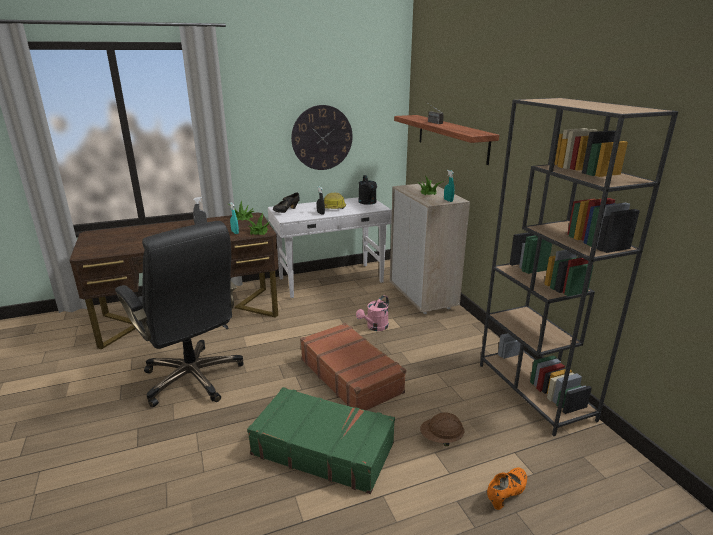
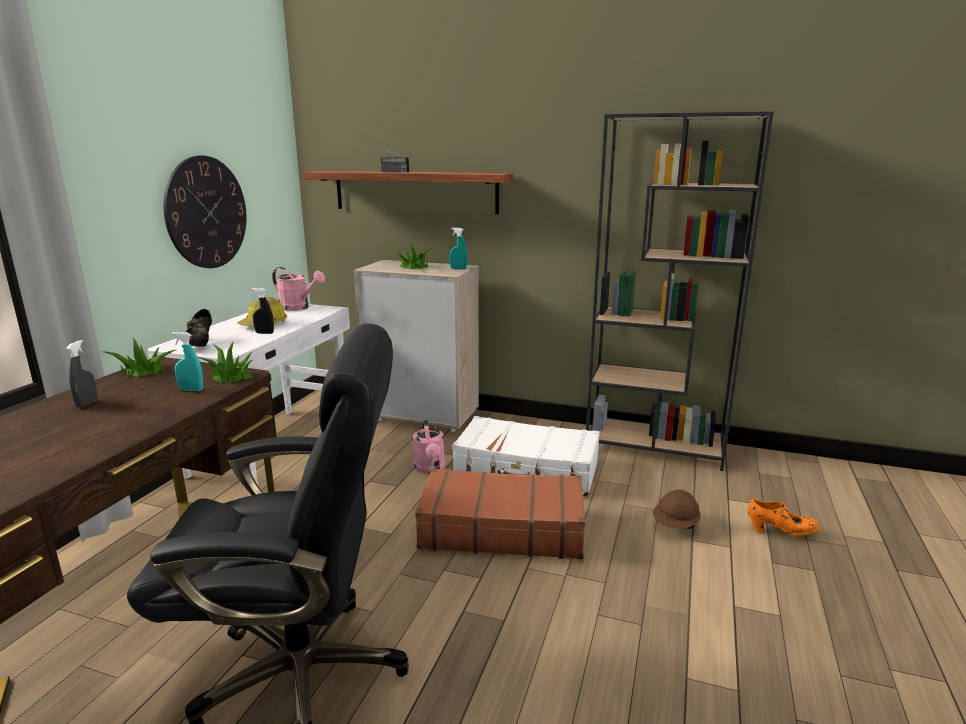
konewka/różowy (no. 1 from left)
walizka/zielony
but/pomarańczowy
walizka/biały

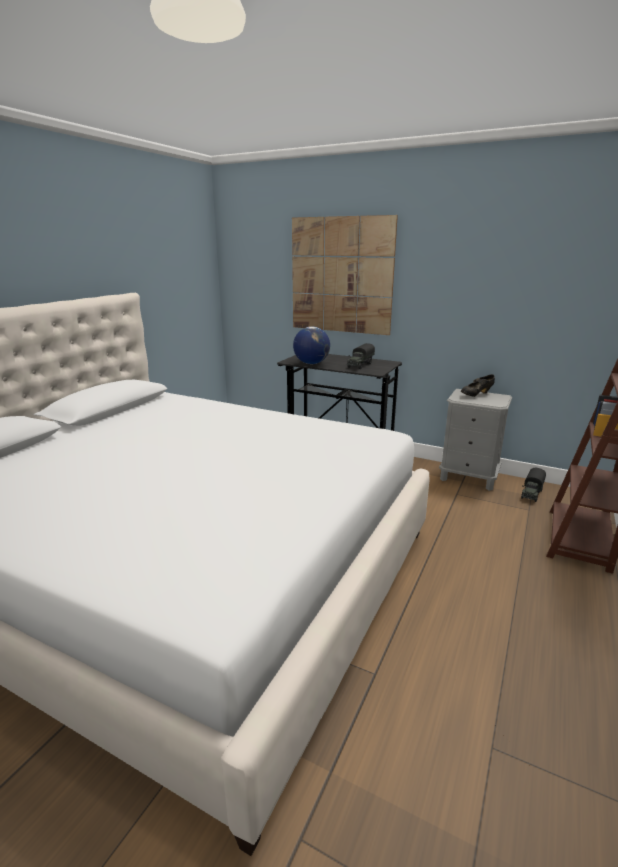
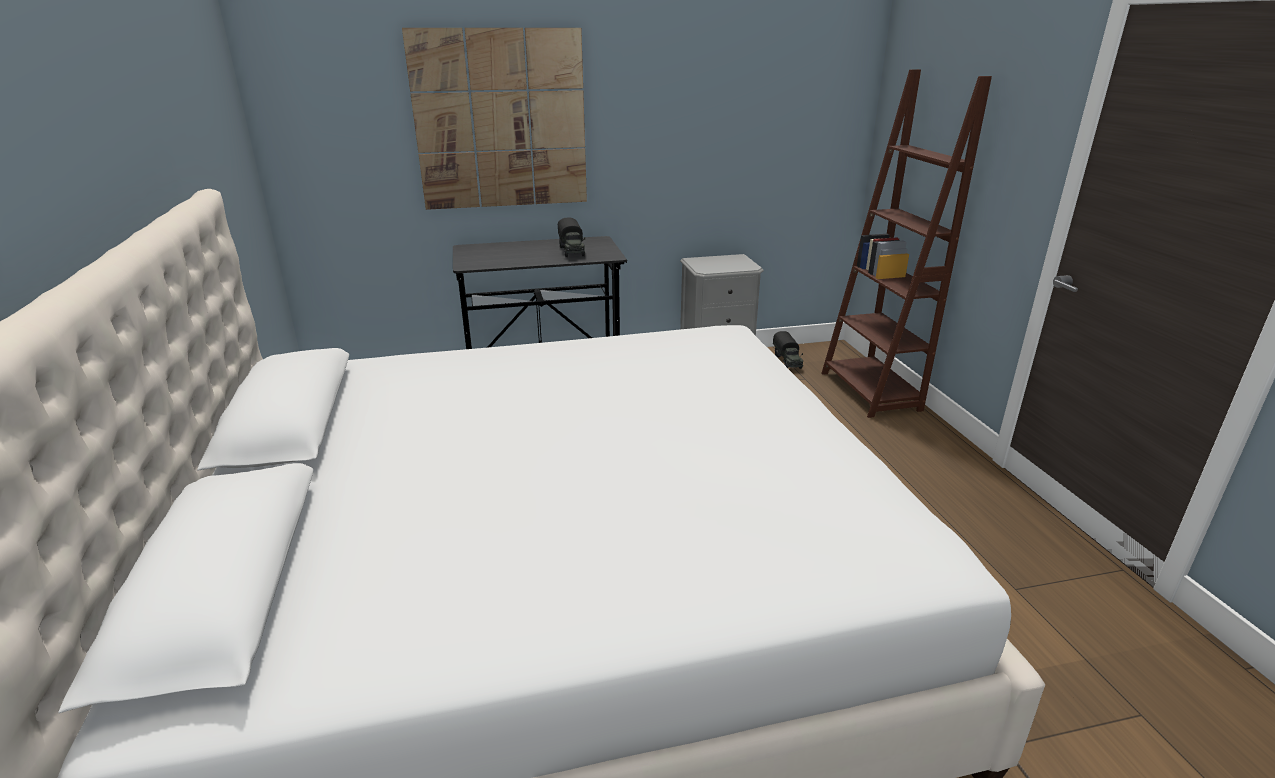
globus
but/czarny

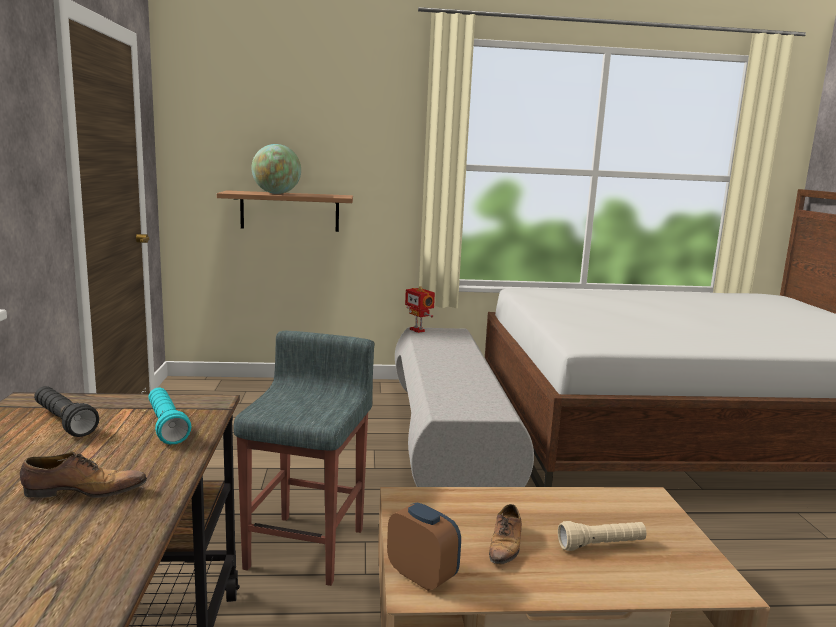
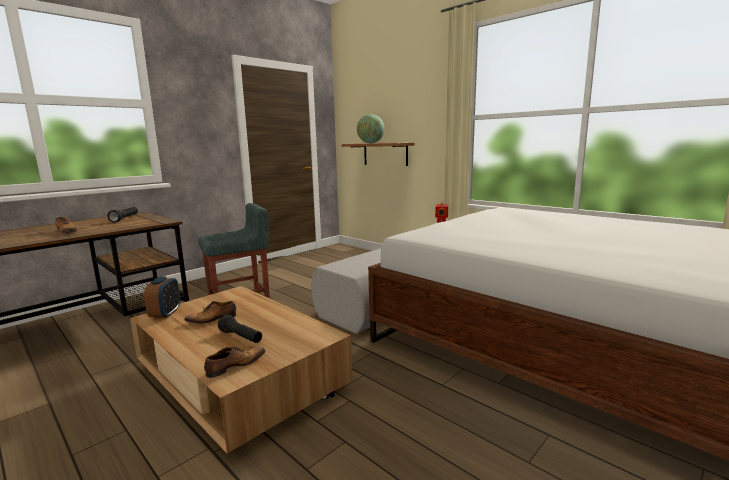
latarka/turkusowy
latarka/czarny (no. 2 from left)
but (no. 3 from left)

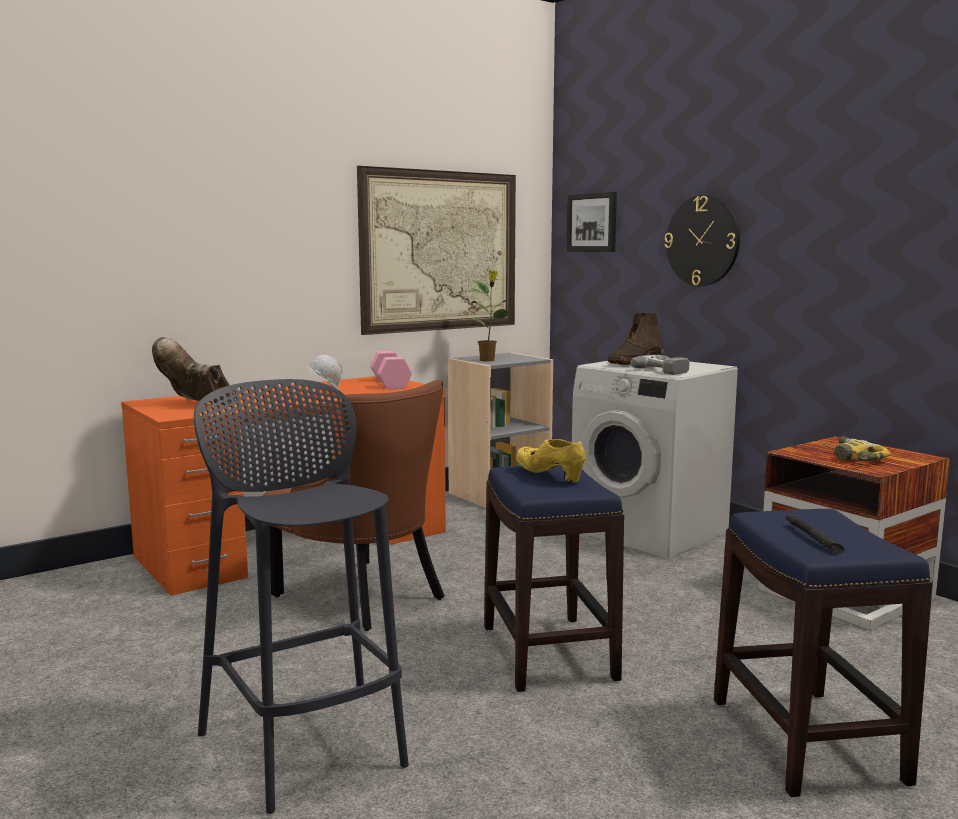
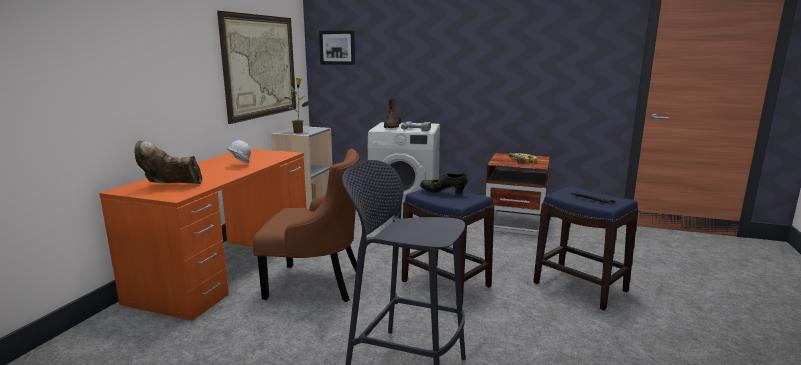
zegar ścienny
hantel/różowy
but/czarny

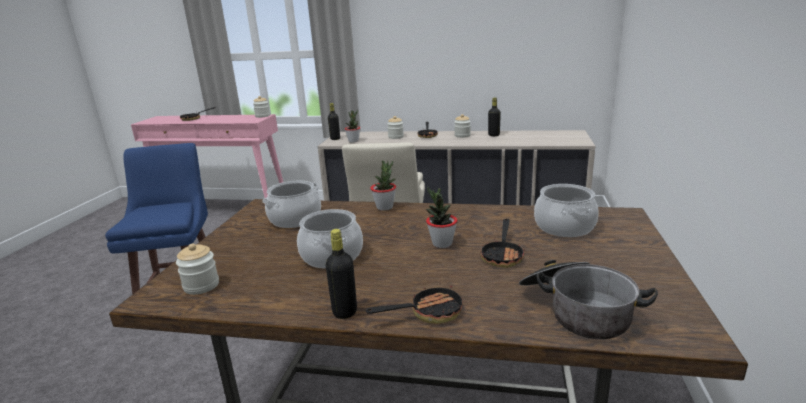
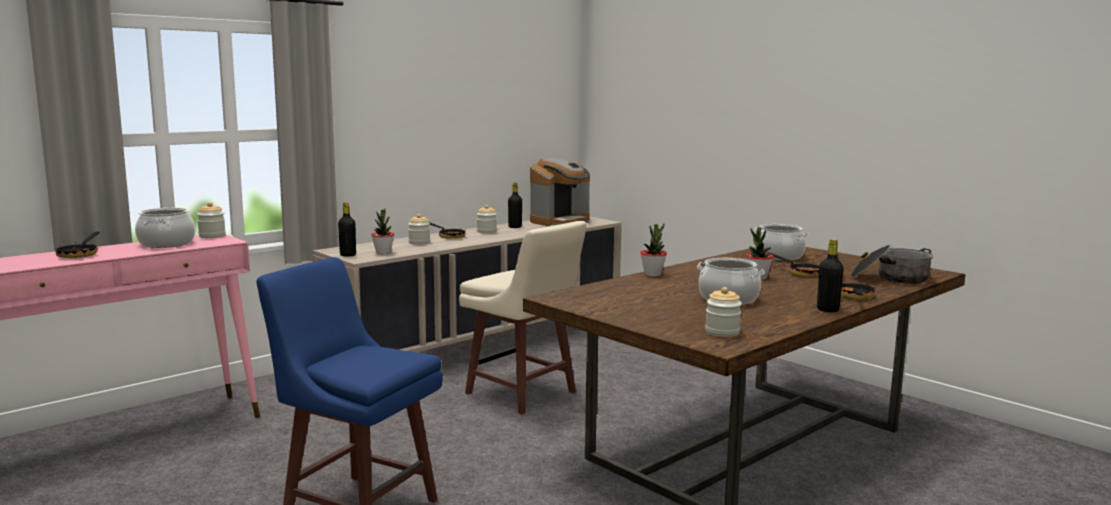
garnek (no. 1 from left)
ekspres do kawy

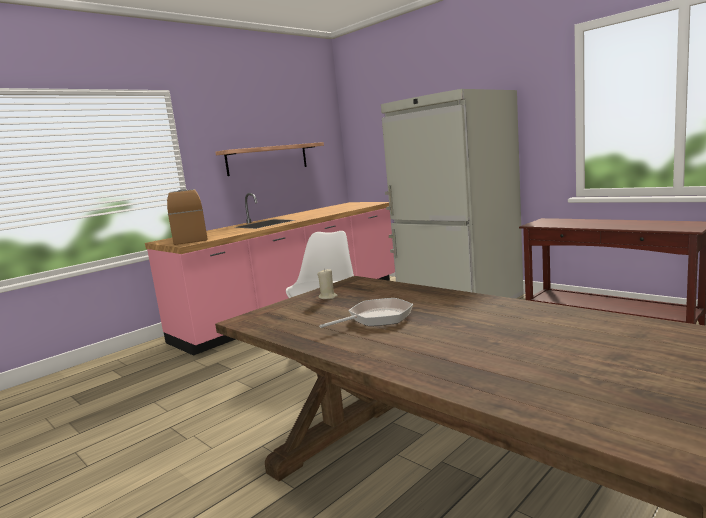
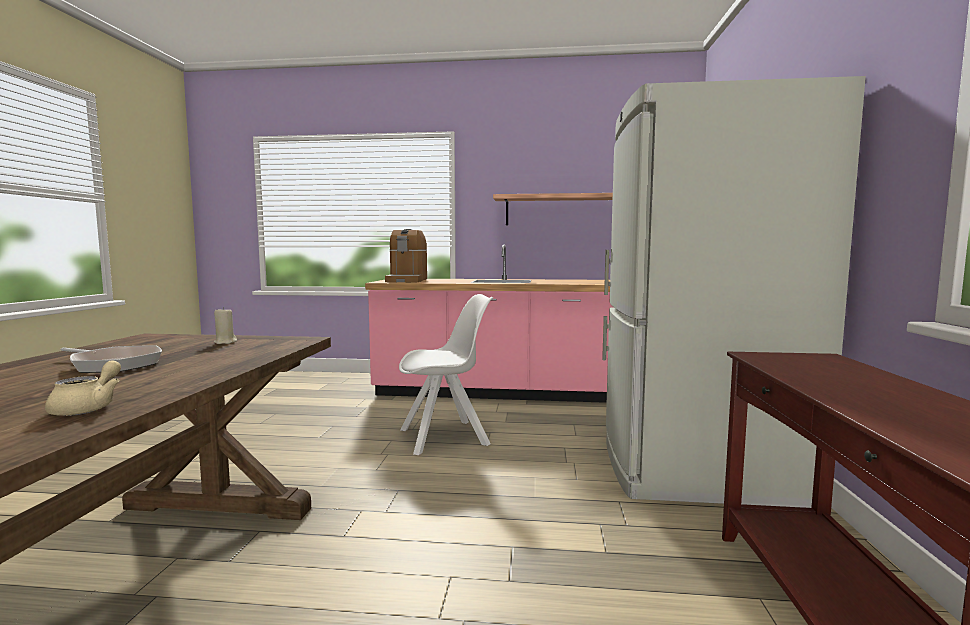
ekspres do kawy
imbryk/beżowy

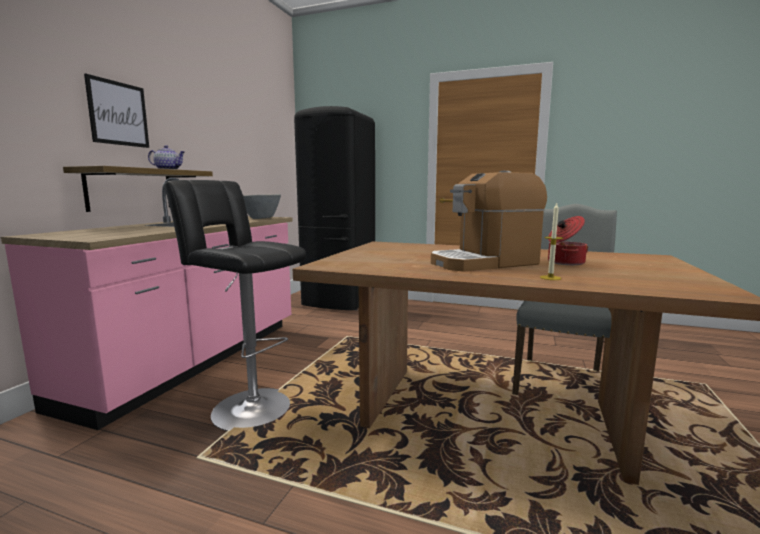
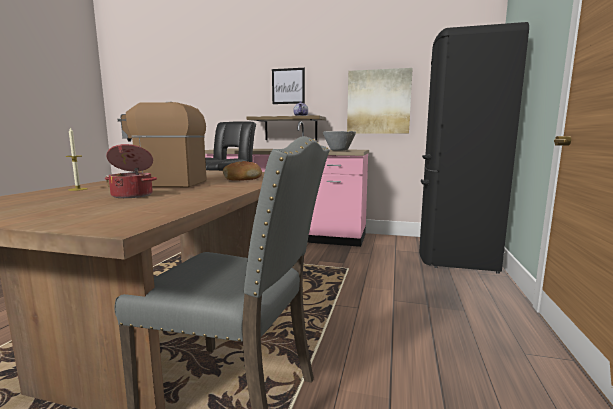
ekspres do kawy
obraz (no. 2 from left)
chleb

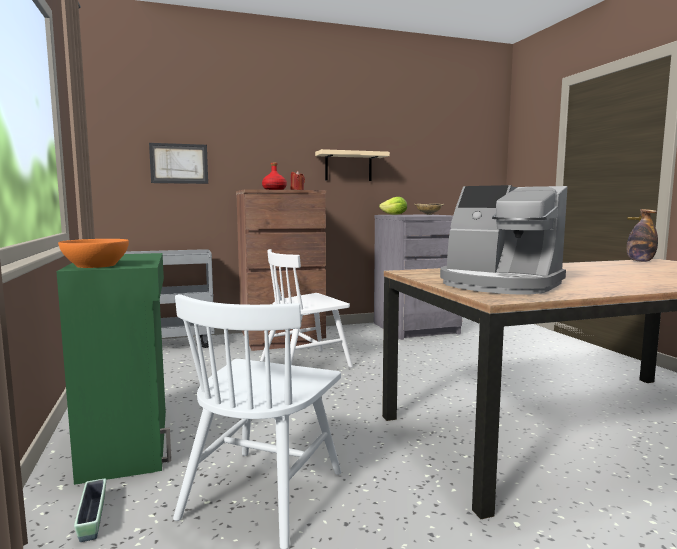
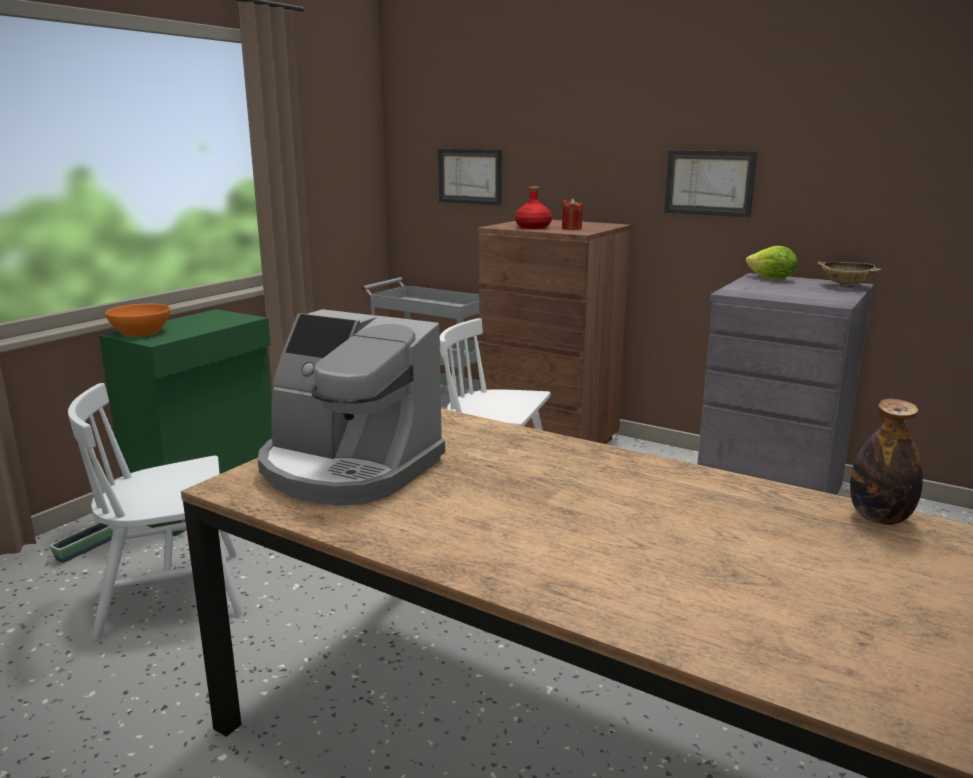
obraz (no. 2 from left)
ekspres do kawy

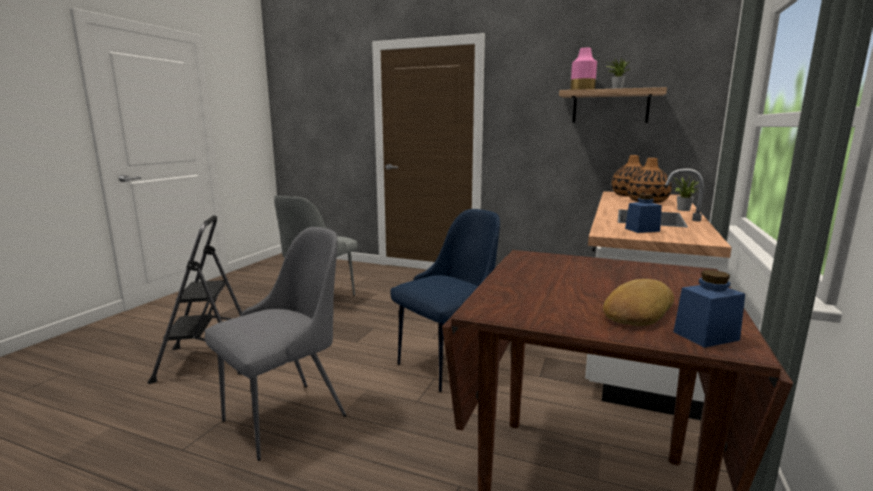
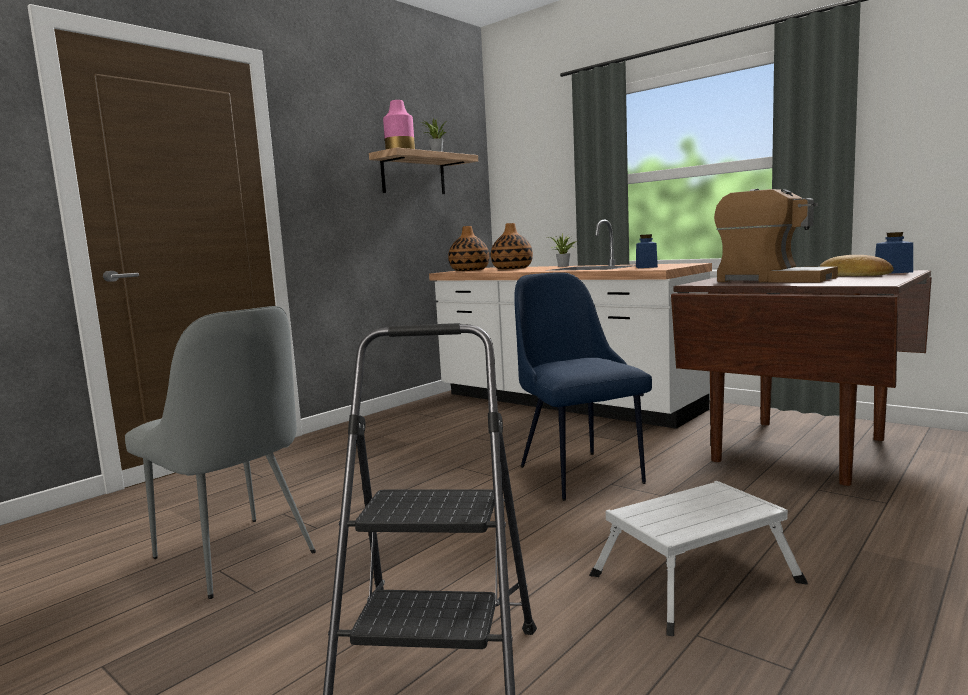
drabinka/biały
ekspres do kawy

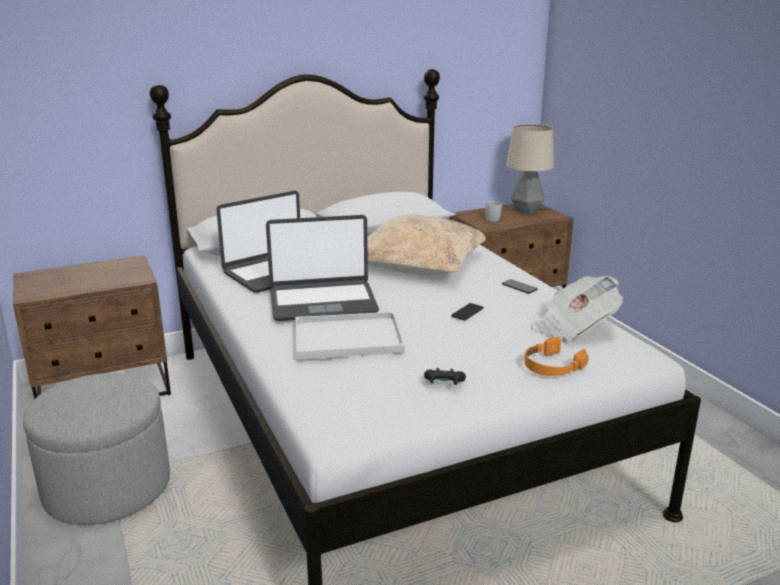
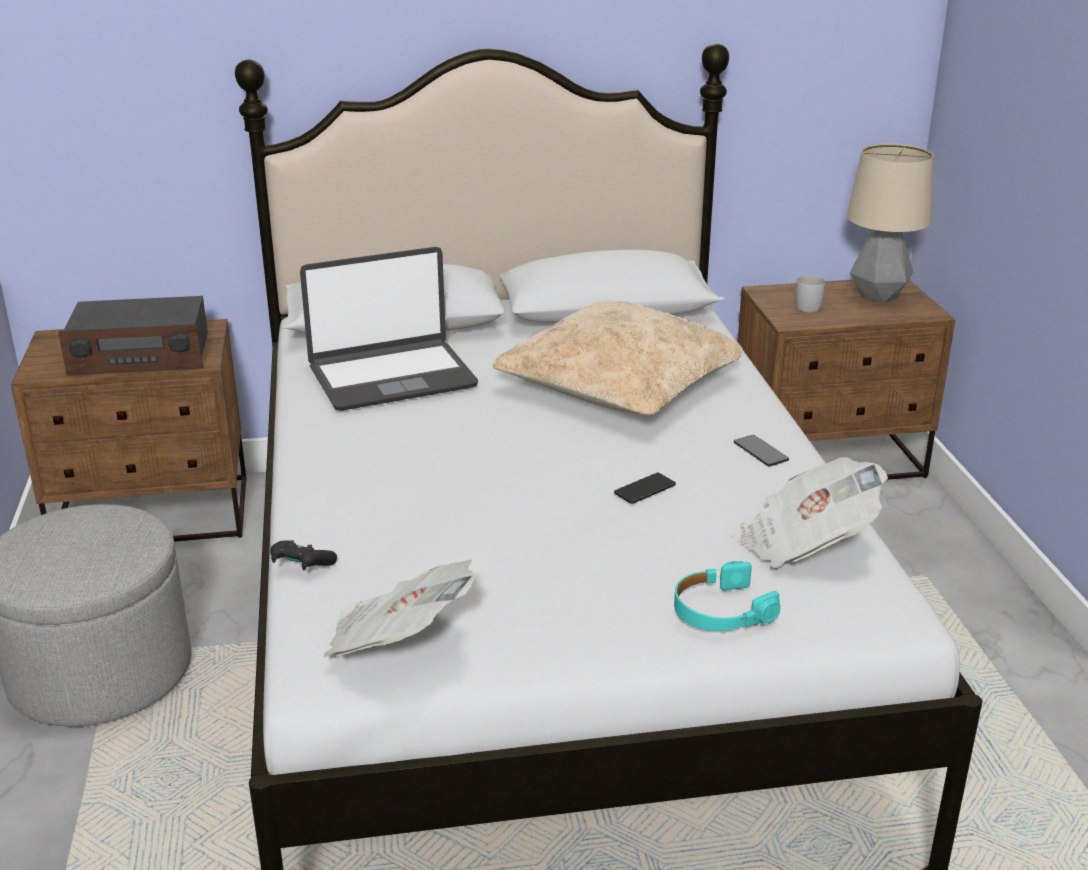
laptop (no. 2 from left in the first image)
taca/biały
słuchawki/turkusowy
pad do gier/czarny
radio
gazeta (no. 1 from left)

